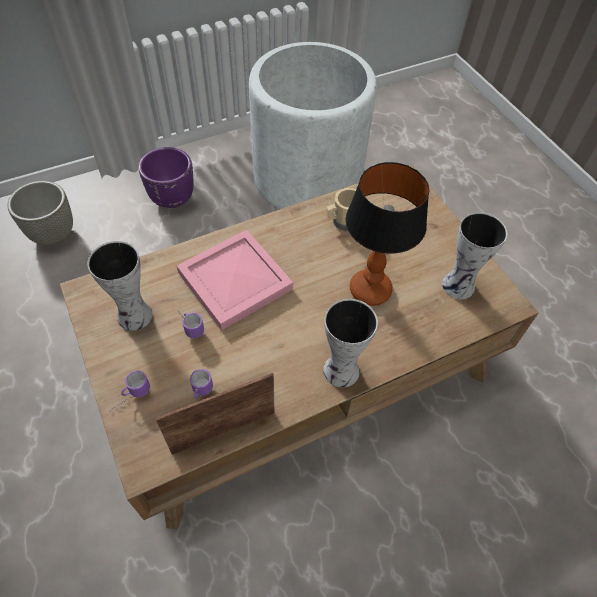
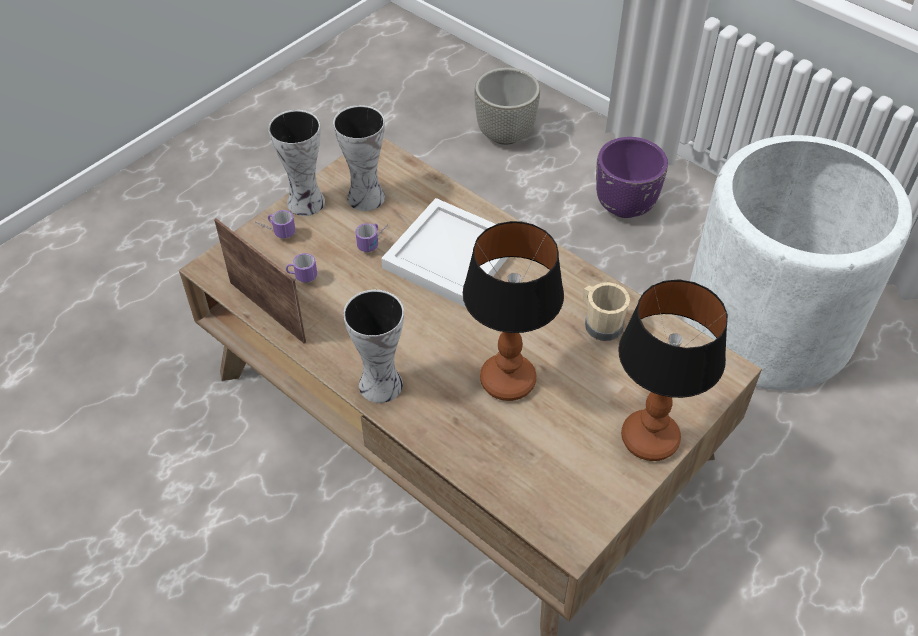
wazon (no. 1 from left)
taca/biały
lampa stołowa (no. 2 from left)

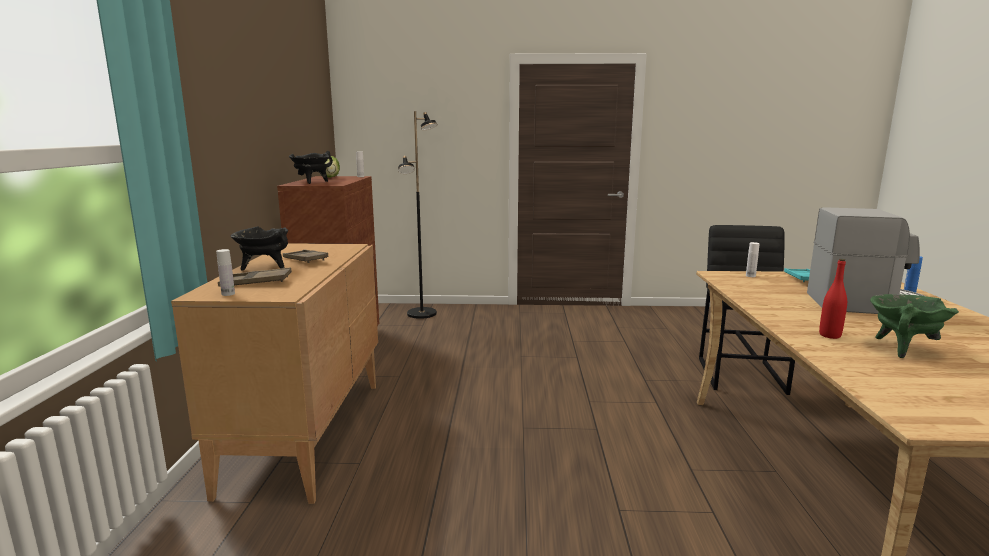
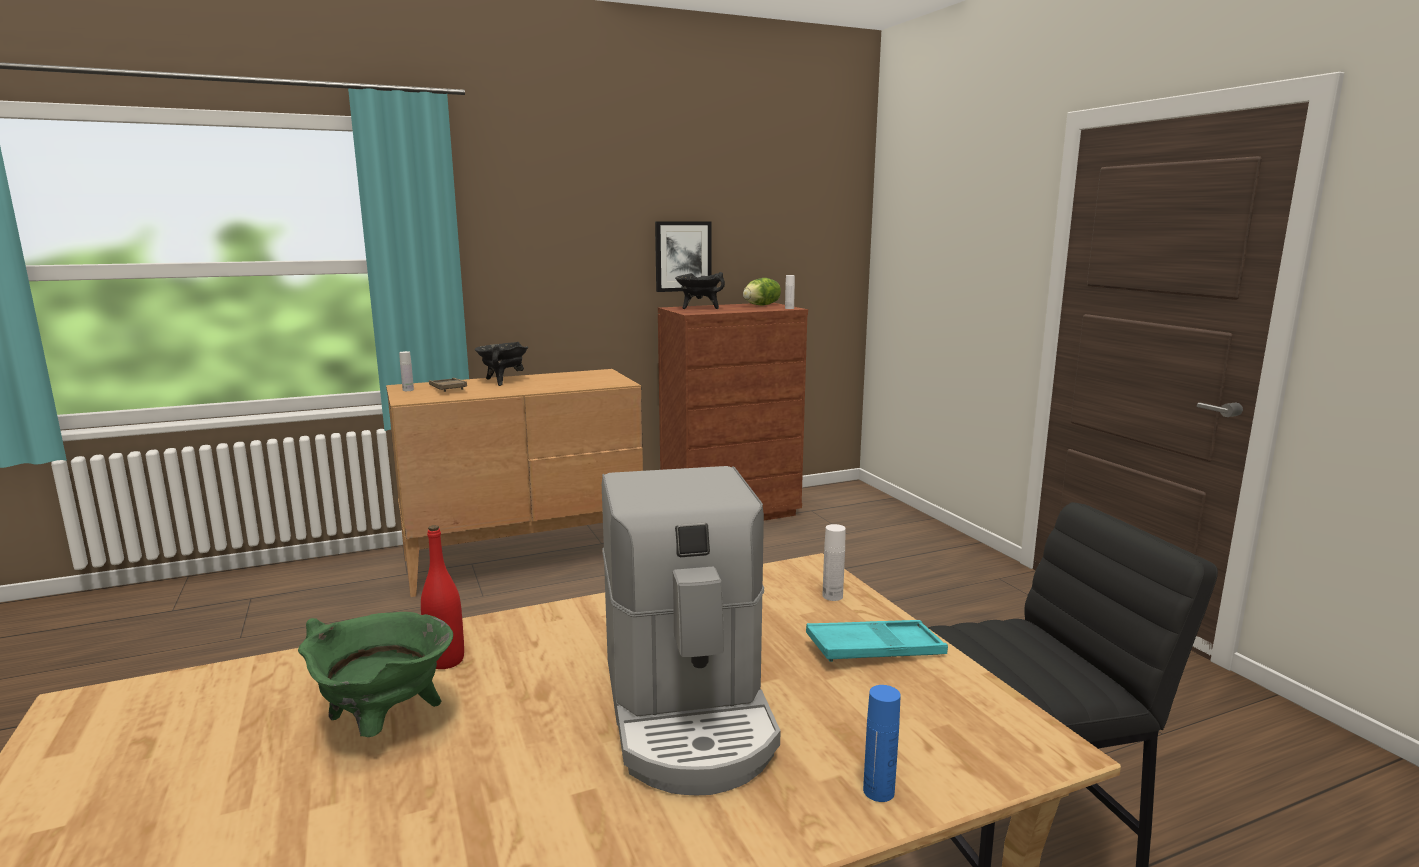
lampa stojąca/czarny
taca/brązowy (no. 2 from left in the first image)
obraz

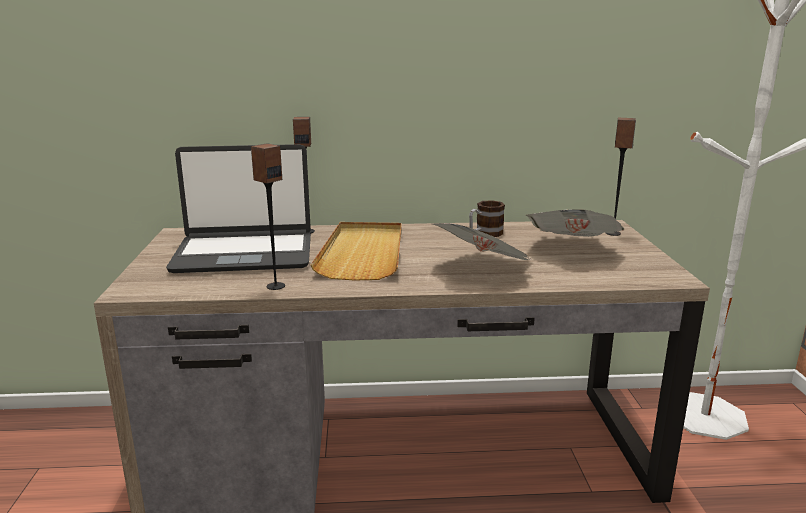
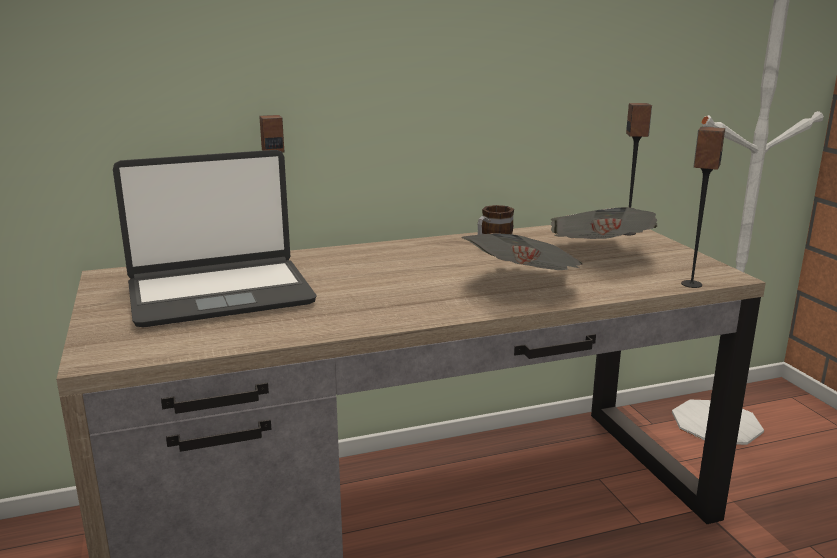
głośnik (no. 3 from left)
taca/beżowy

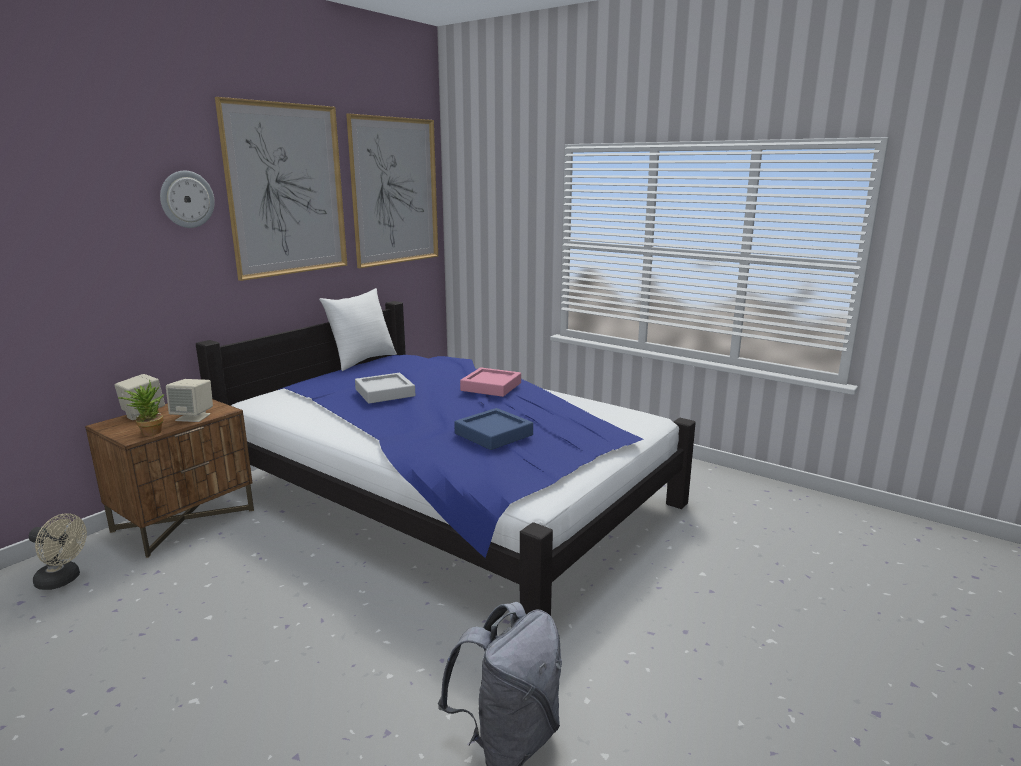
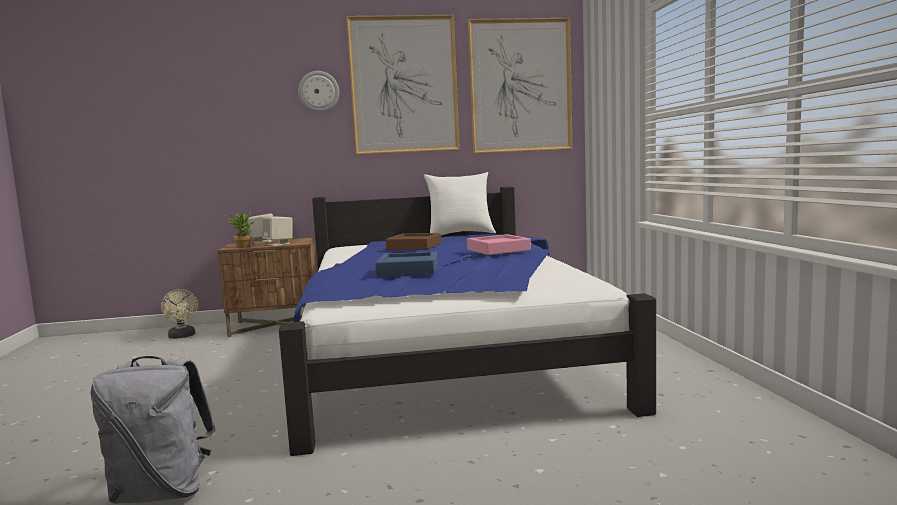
taca/brązowy

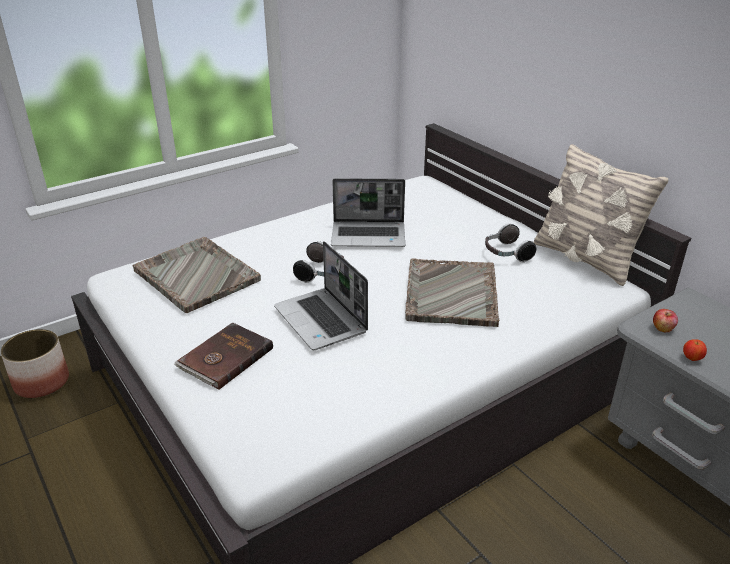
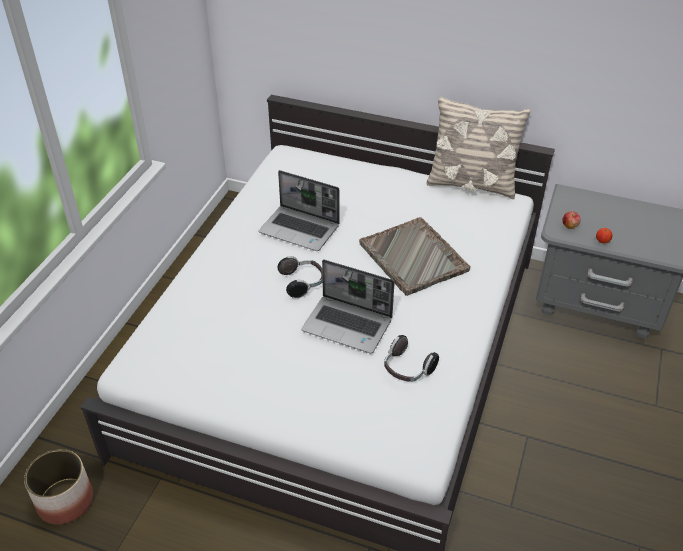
laptop (no. 1 from left)
słuchawki (no. 2 from left)
taca/szary (no. 1 from left in the first image)
książka/brązowy

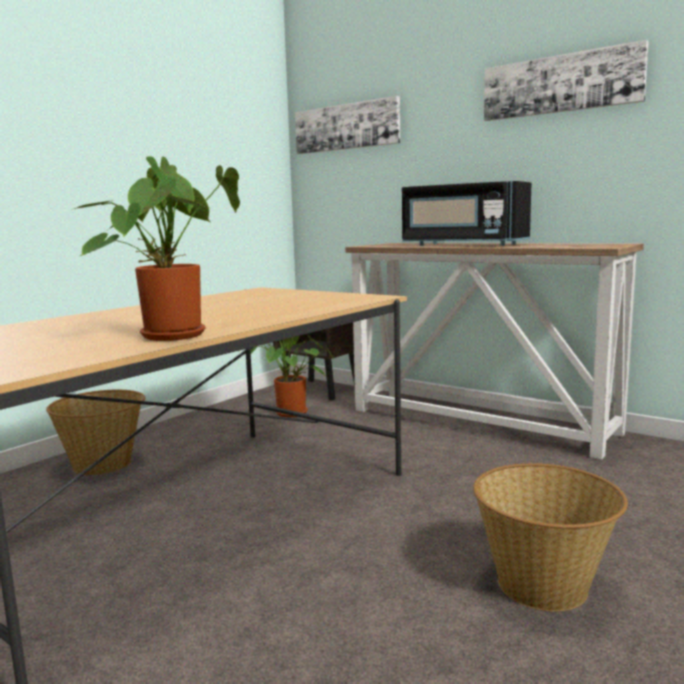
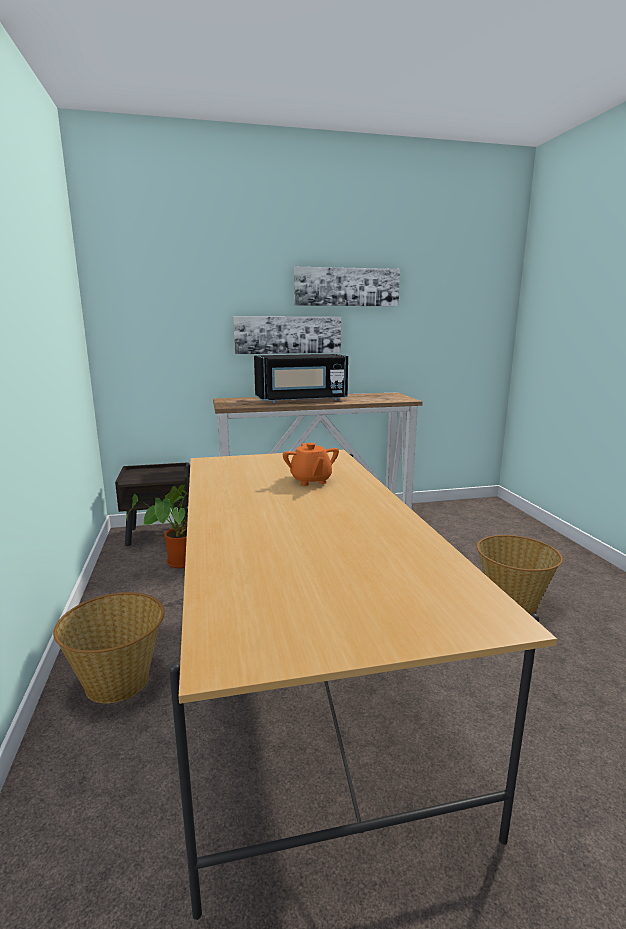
obraz (no. 1 from left)
roślina doniczkowa (no. 1 from left in the first image)
imbryk/pomarańczowy

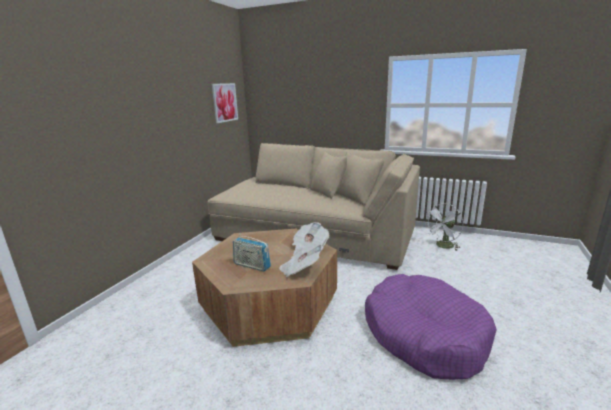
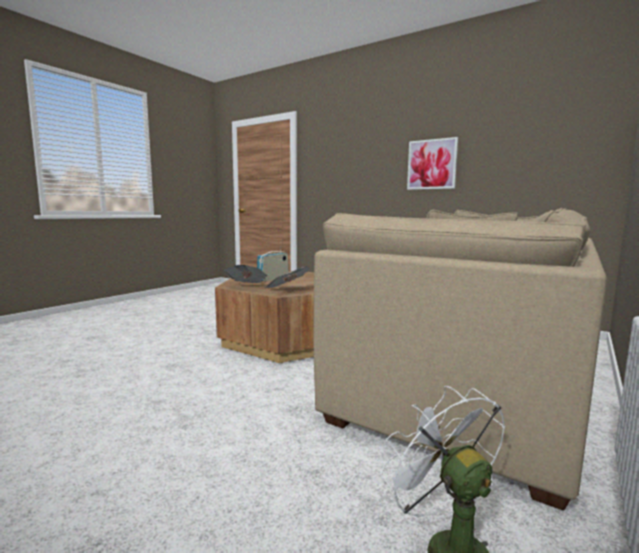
obraz
legowisko/fioletowy

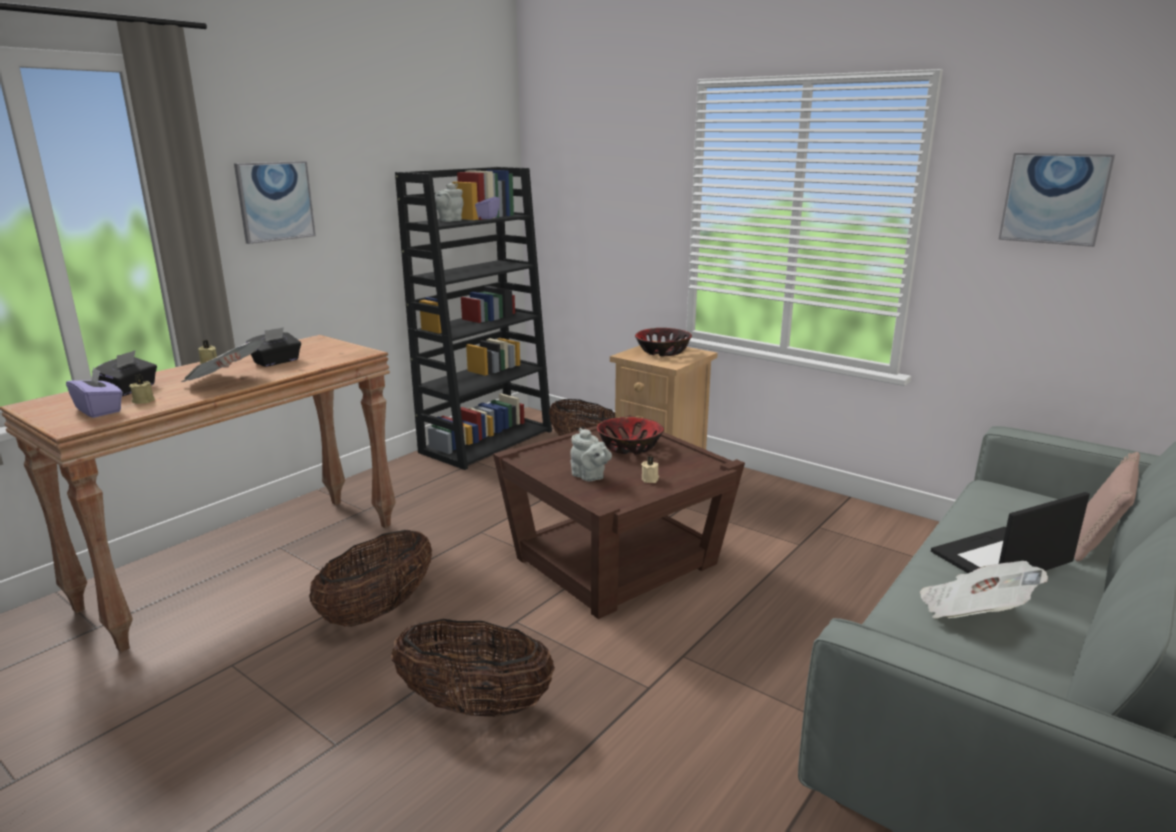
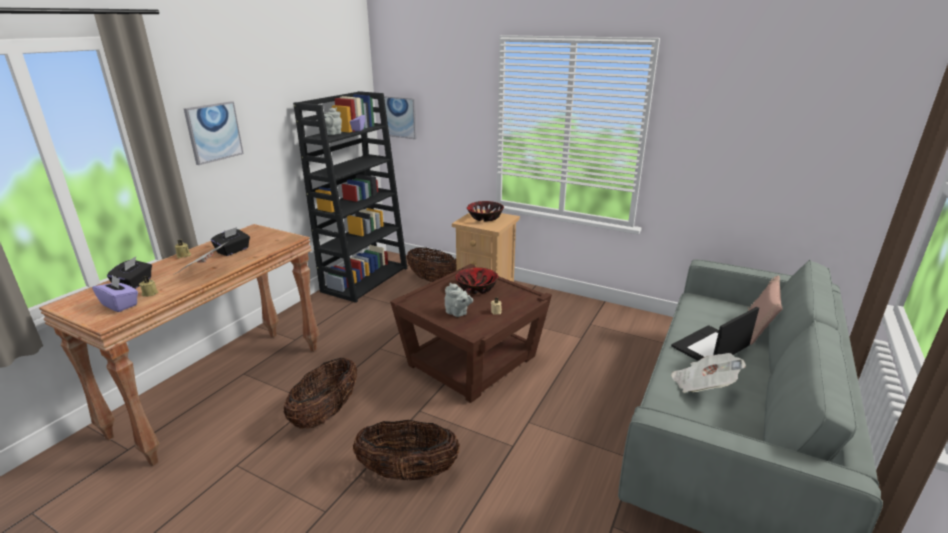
obraz (no. 2 from left)

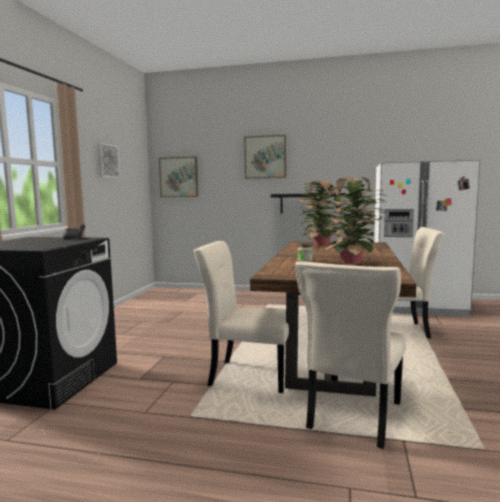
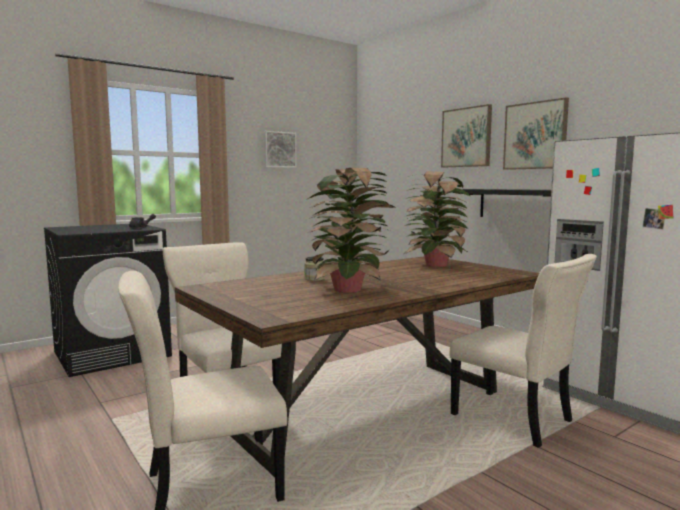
obraz (no. 3 from left)

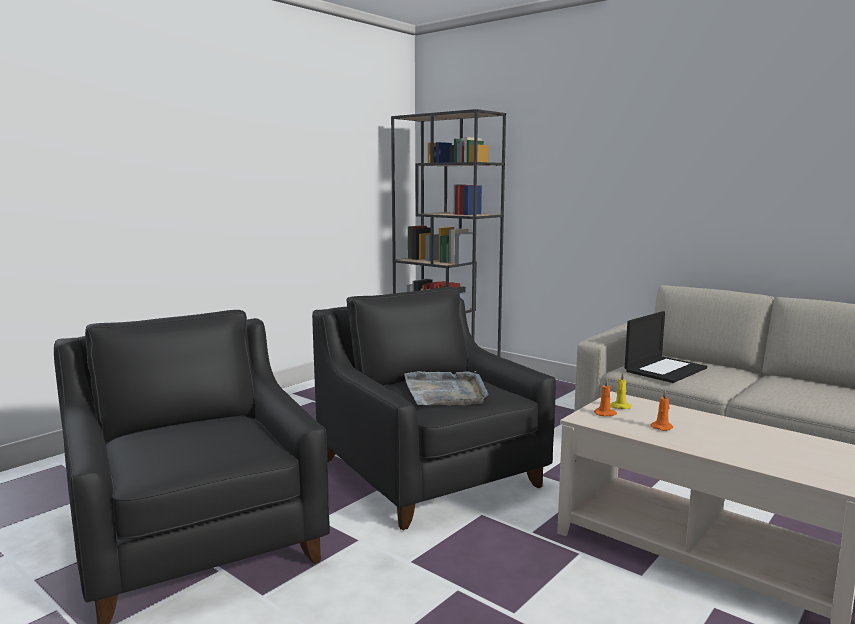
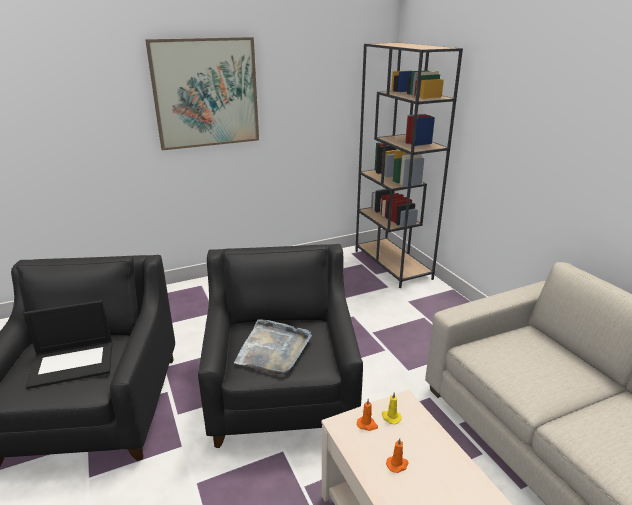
laptop
obraz

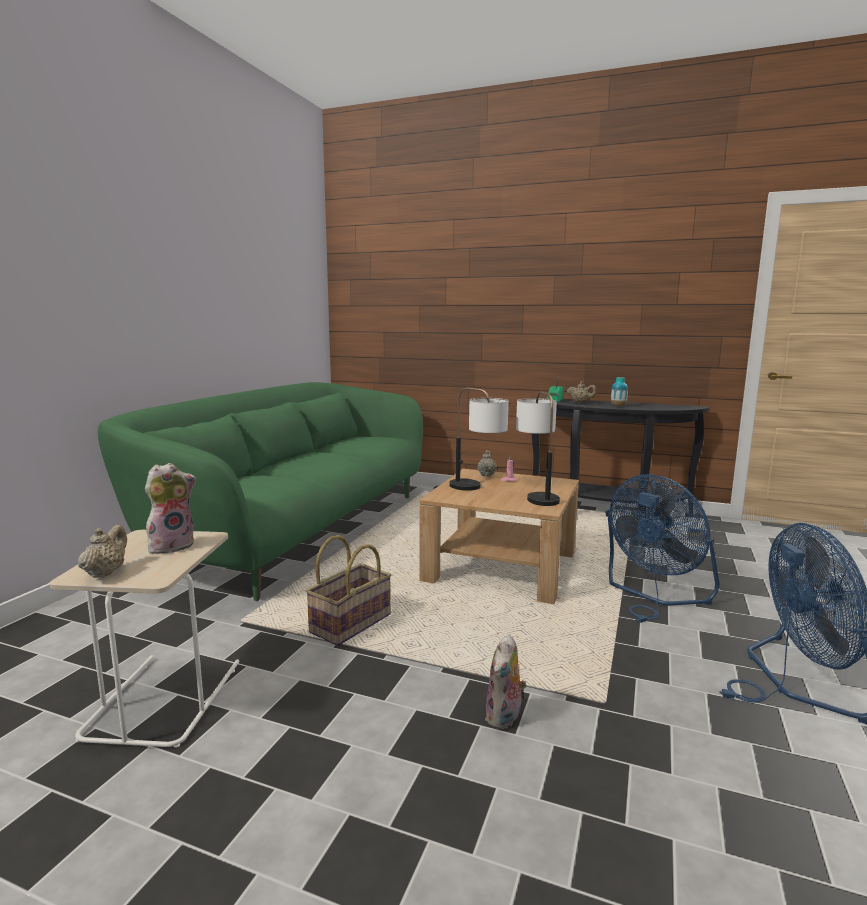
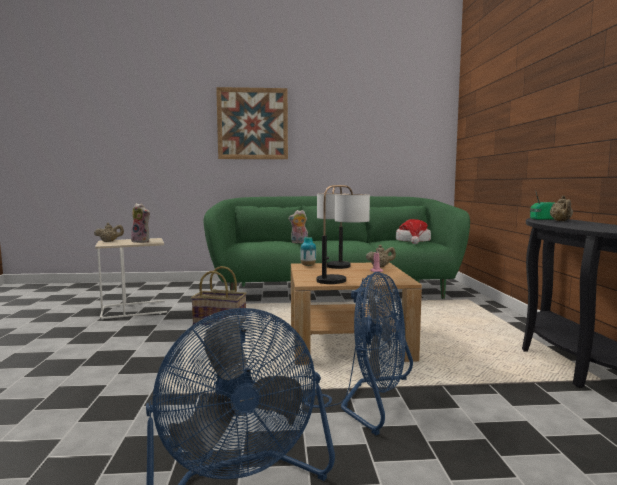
wazon
pluszak (no. 2 from left)
obraz
kapelusz

